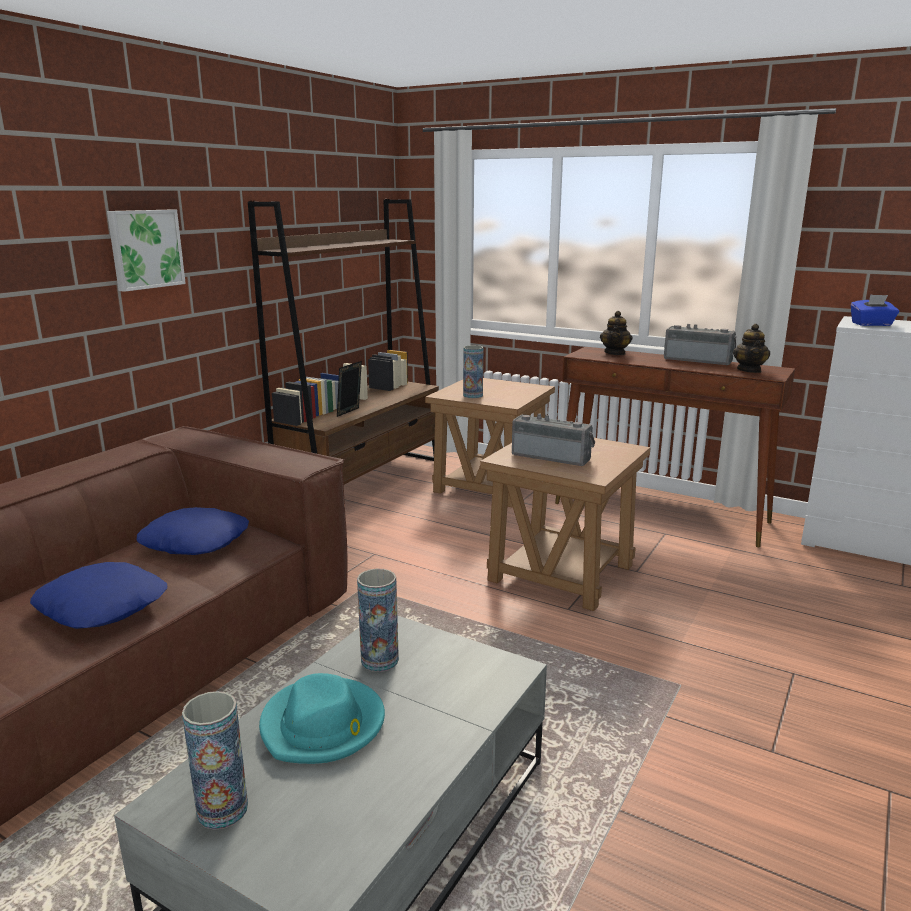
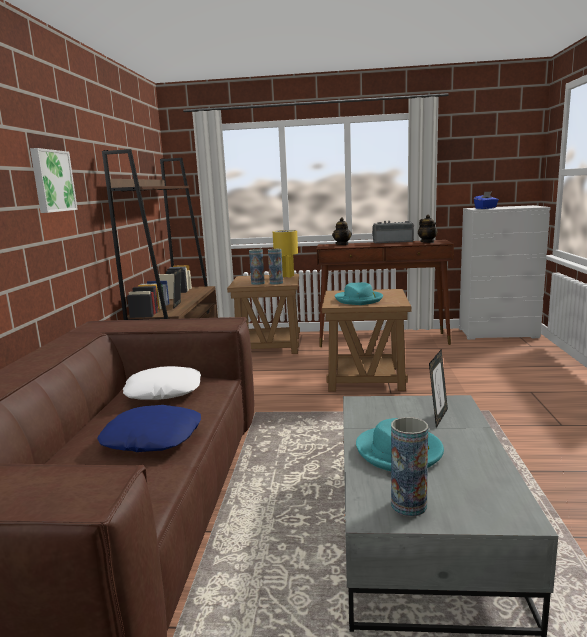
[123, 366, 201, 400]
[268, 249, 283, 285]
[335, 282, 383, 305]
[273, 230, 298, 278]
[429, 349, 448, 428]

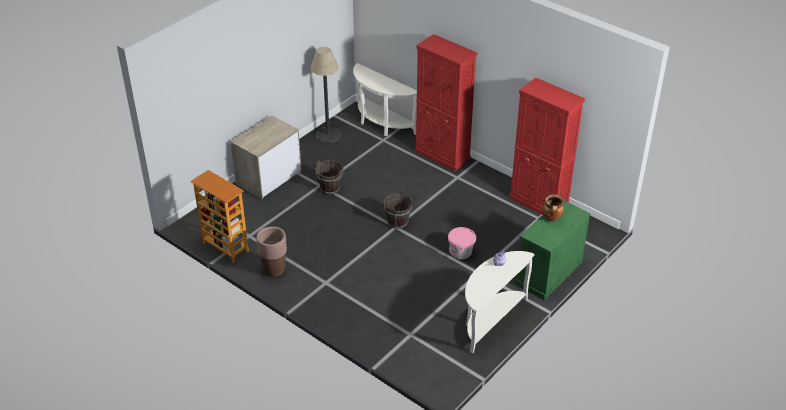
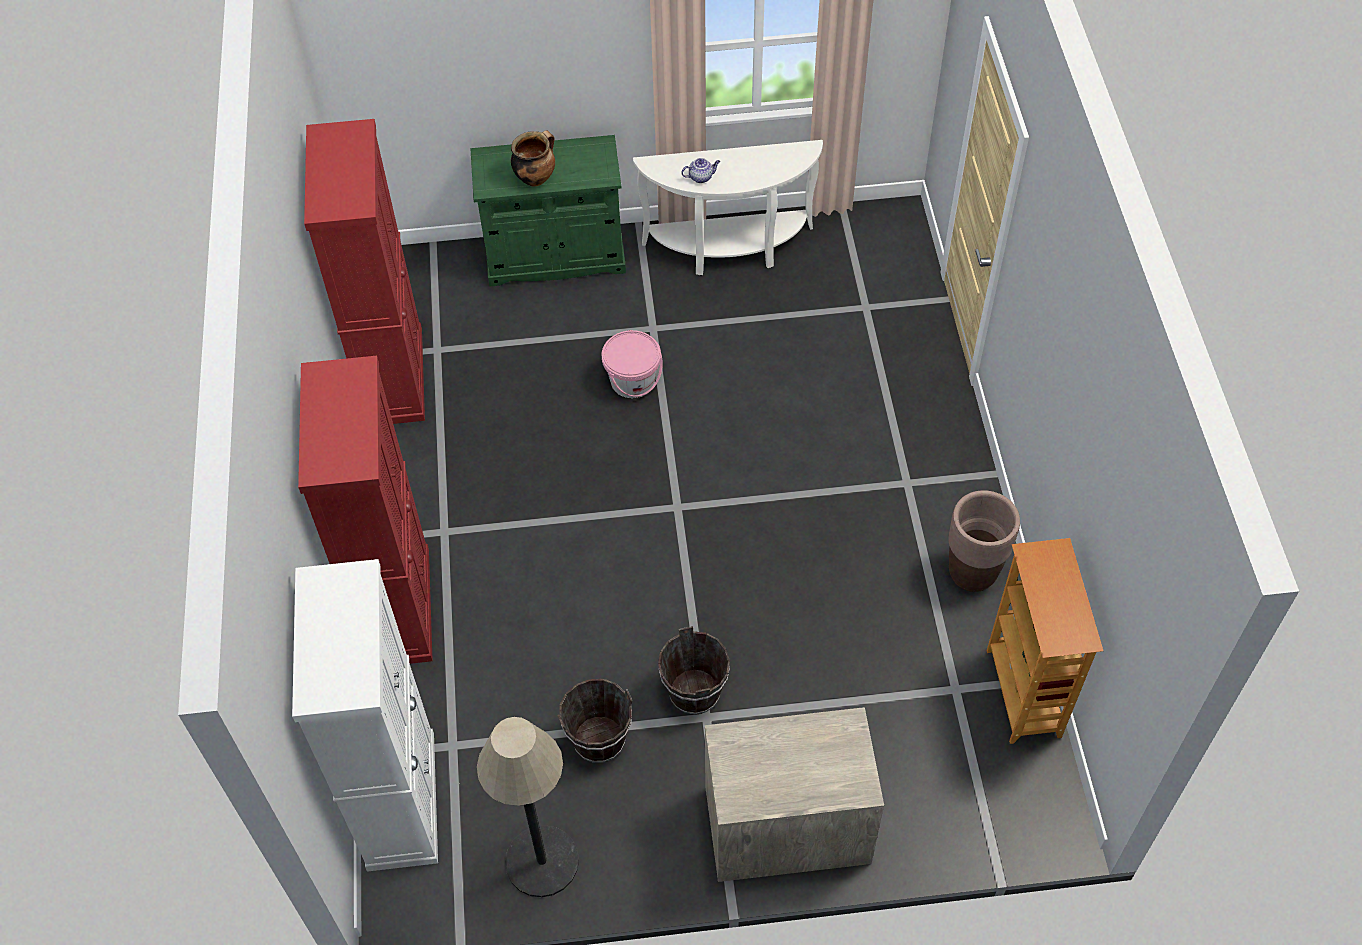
[292, 559, 438, 872]
[558, 679, 633, 763]

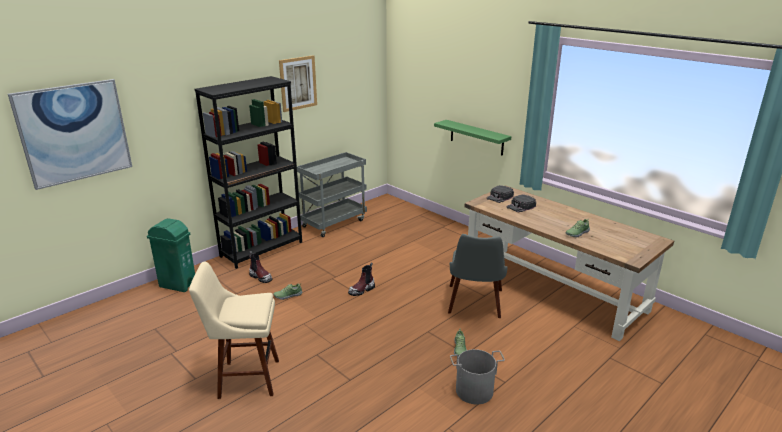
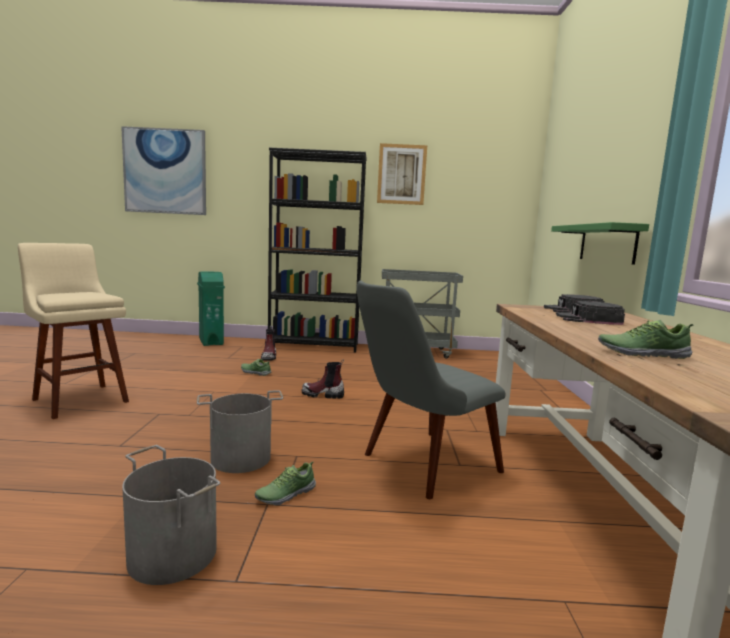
[197, 390, 283, 473]

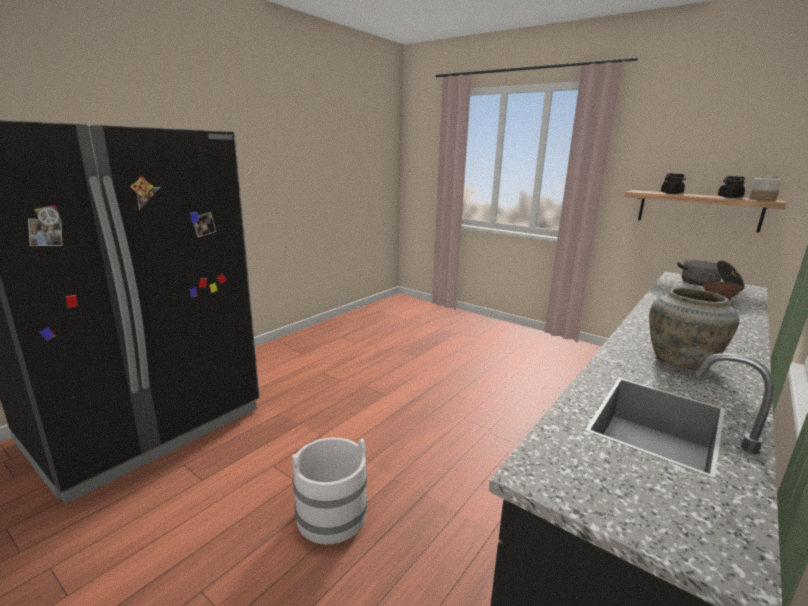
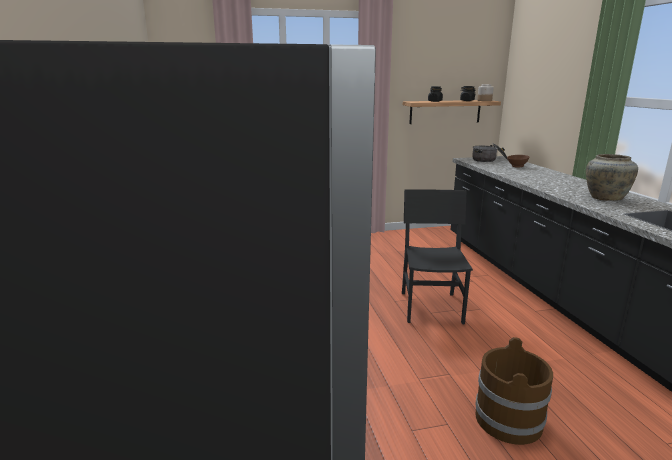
[475, 337, 553, 445]
[402, 189, 473, 324]

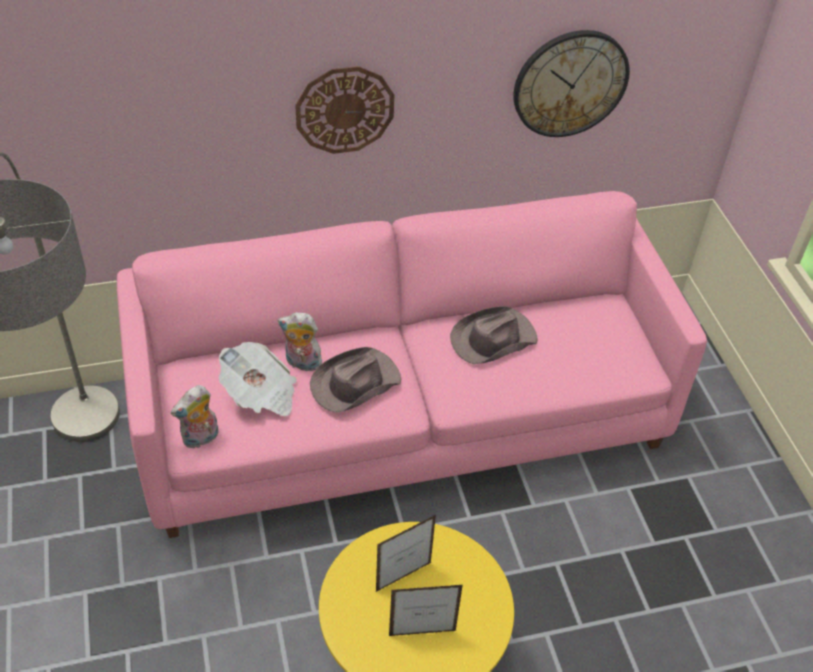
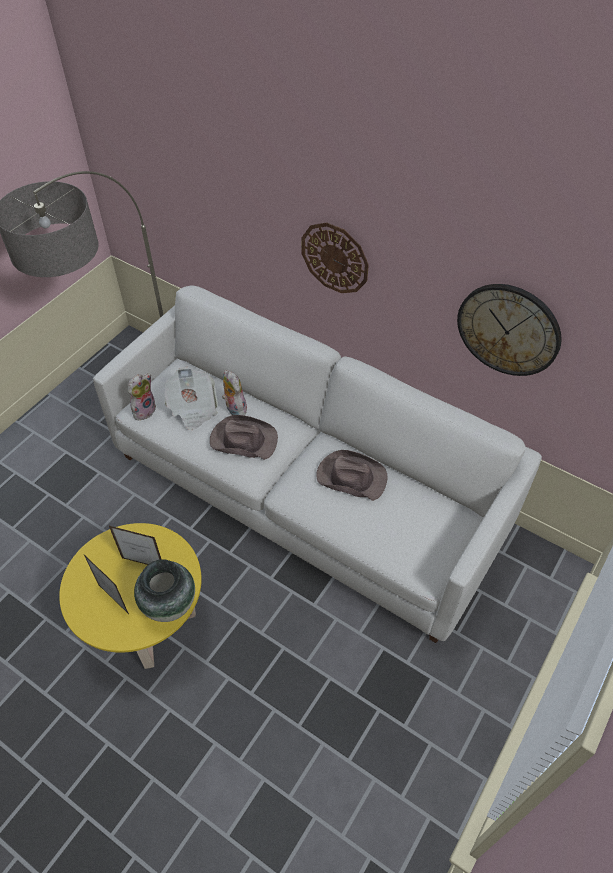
[93, 285, 542, 643]
[128, 374, 156, 420]
[134, 559, 195, 622]

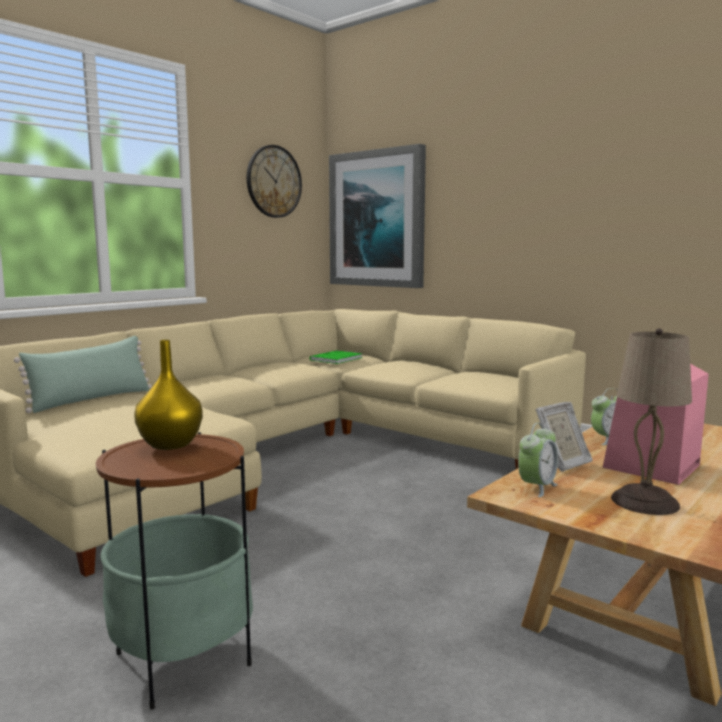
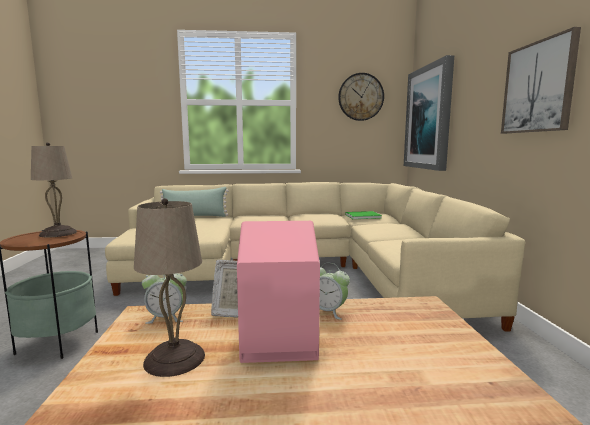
[31, 143, 77, 238]
[501, 27, 581, 133]

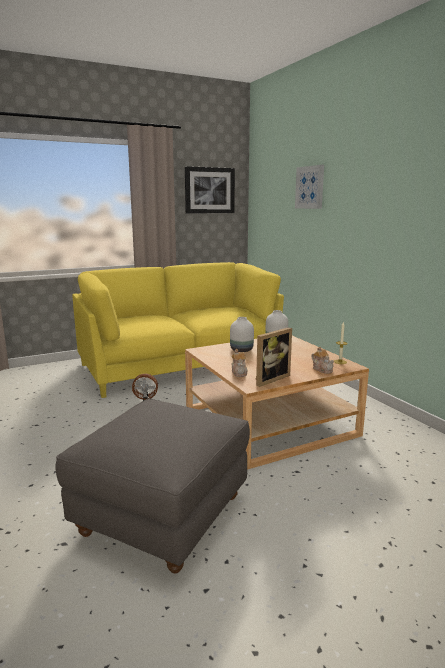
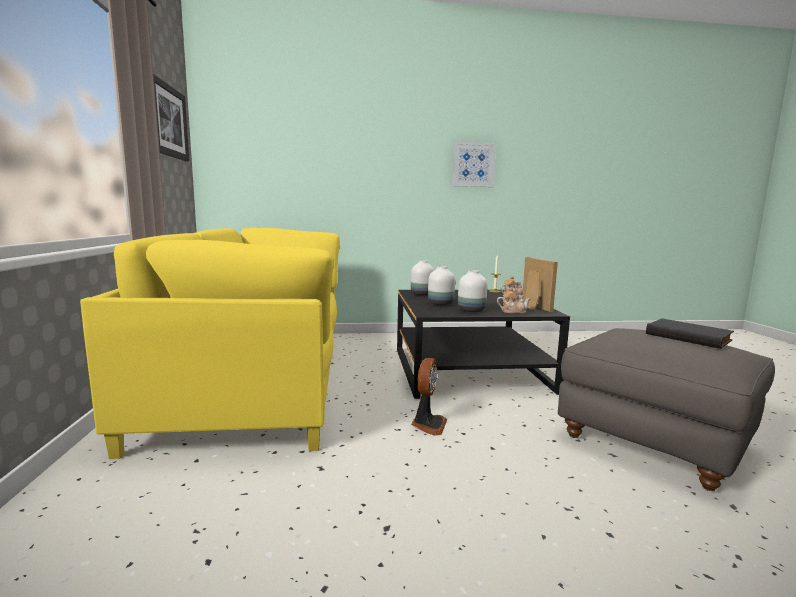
[397, 290, 570, 399]
[452, 142, 496, 187]
[458, 270, 488, 312]
[646, 318, 734, 349]

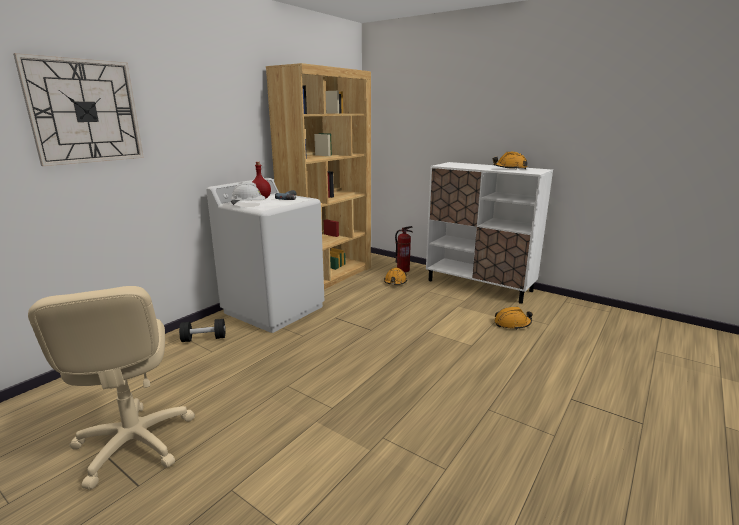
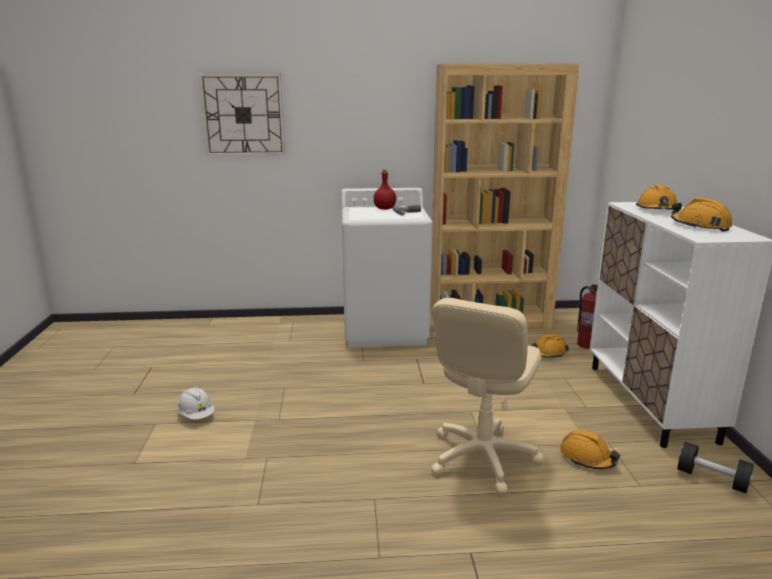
[431, 298, 544, 494]
[678, 442, 754, 493]
[177, 387, 215, 420]
[636, 185, 678, 210]

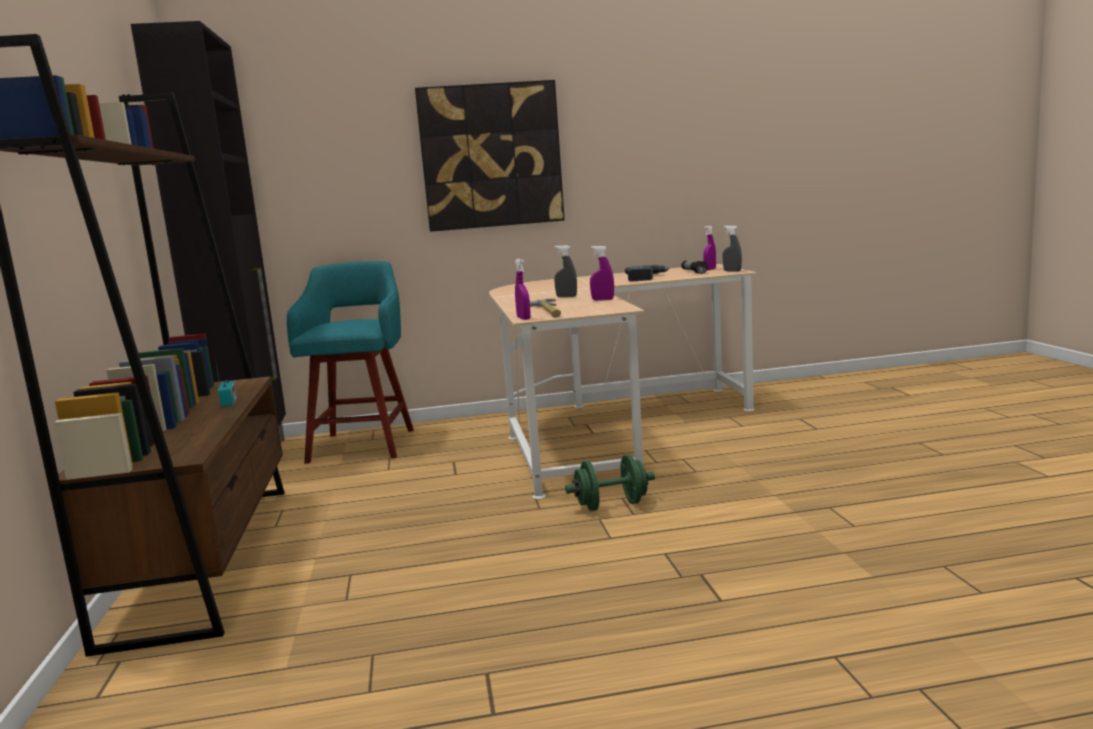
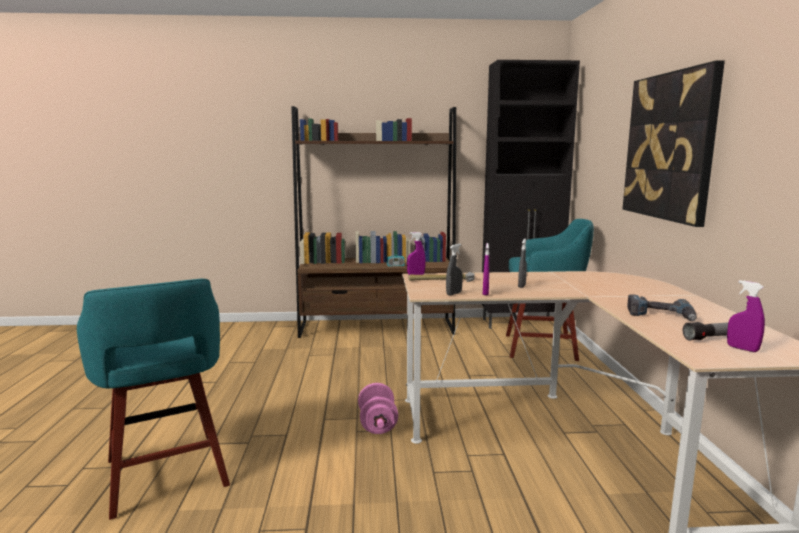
[358, 383, 398, 434]
[446, 244, 463, 296]
[77, 279, 230, 520]

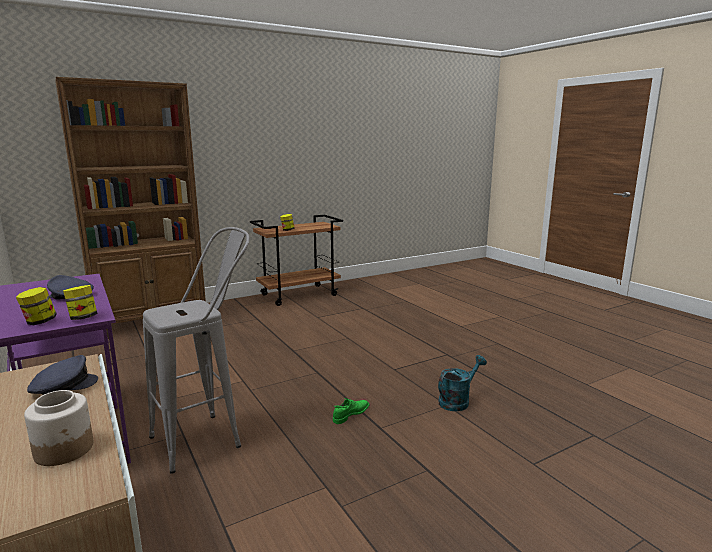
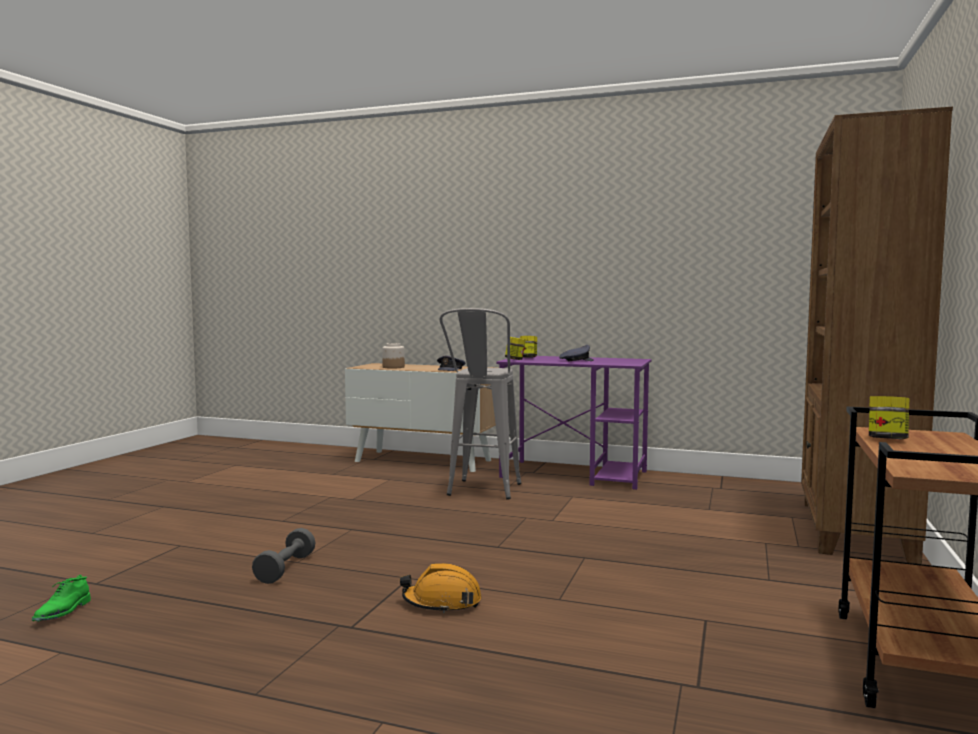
[32, 575, 91, 622]
[252, 528, 315, 584]
[400, 563, 481, 614]

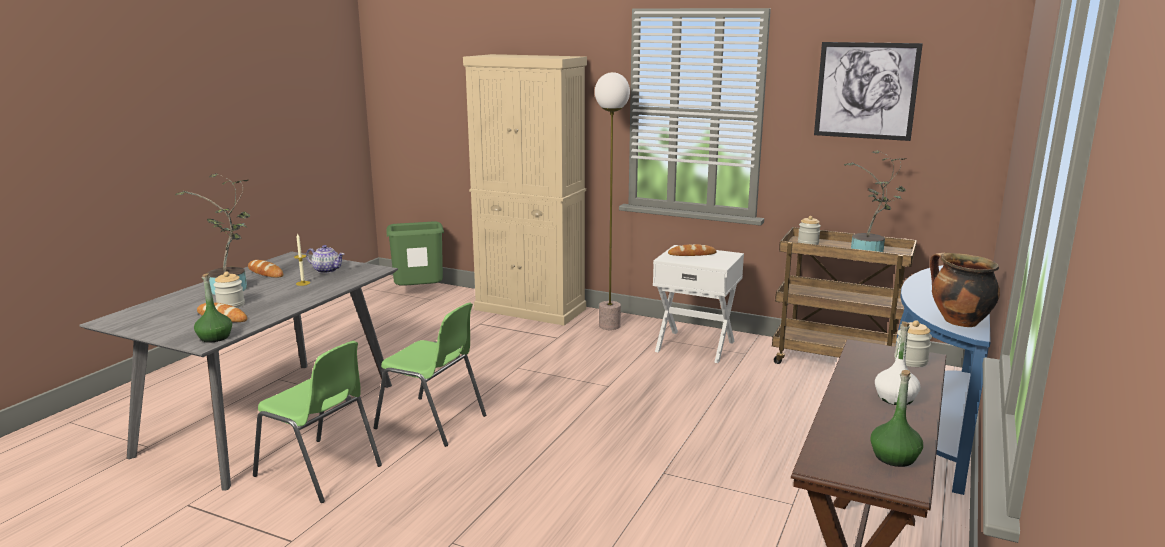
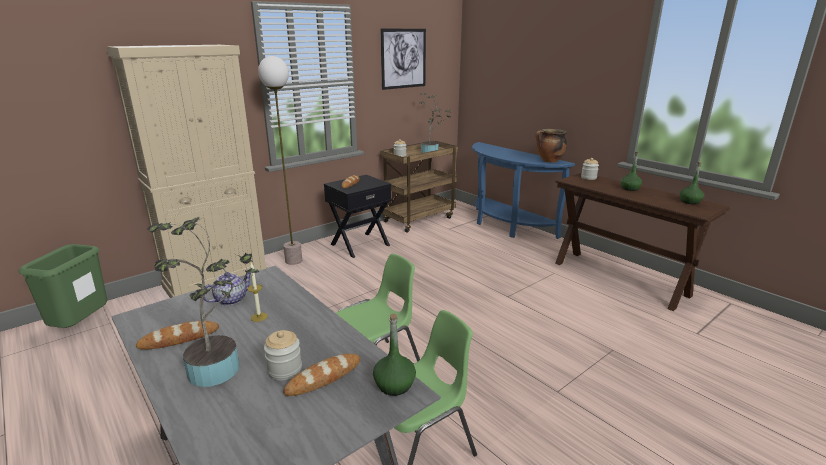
[324, 175, 392, 258]
[621, 152, 642, 191]

